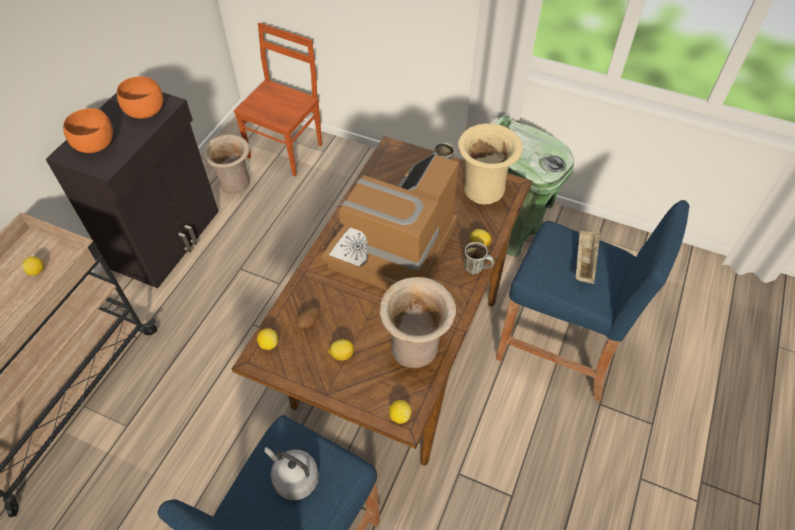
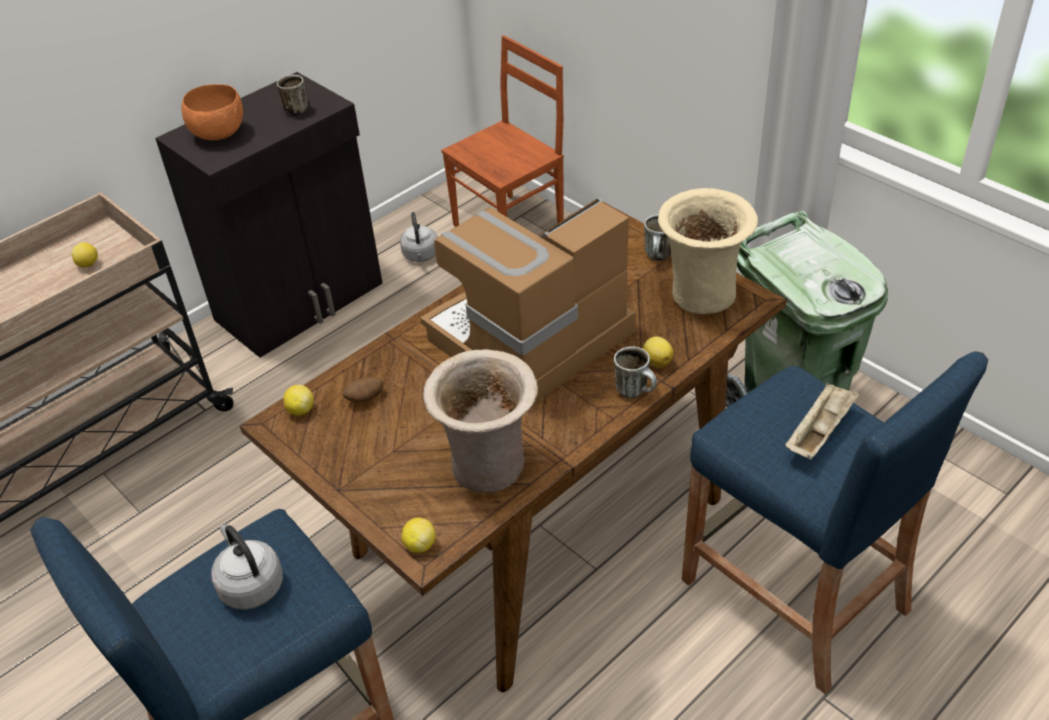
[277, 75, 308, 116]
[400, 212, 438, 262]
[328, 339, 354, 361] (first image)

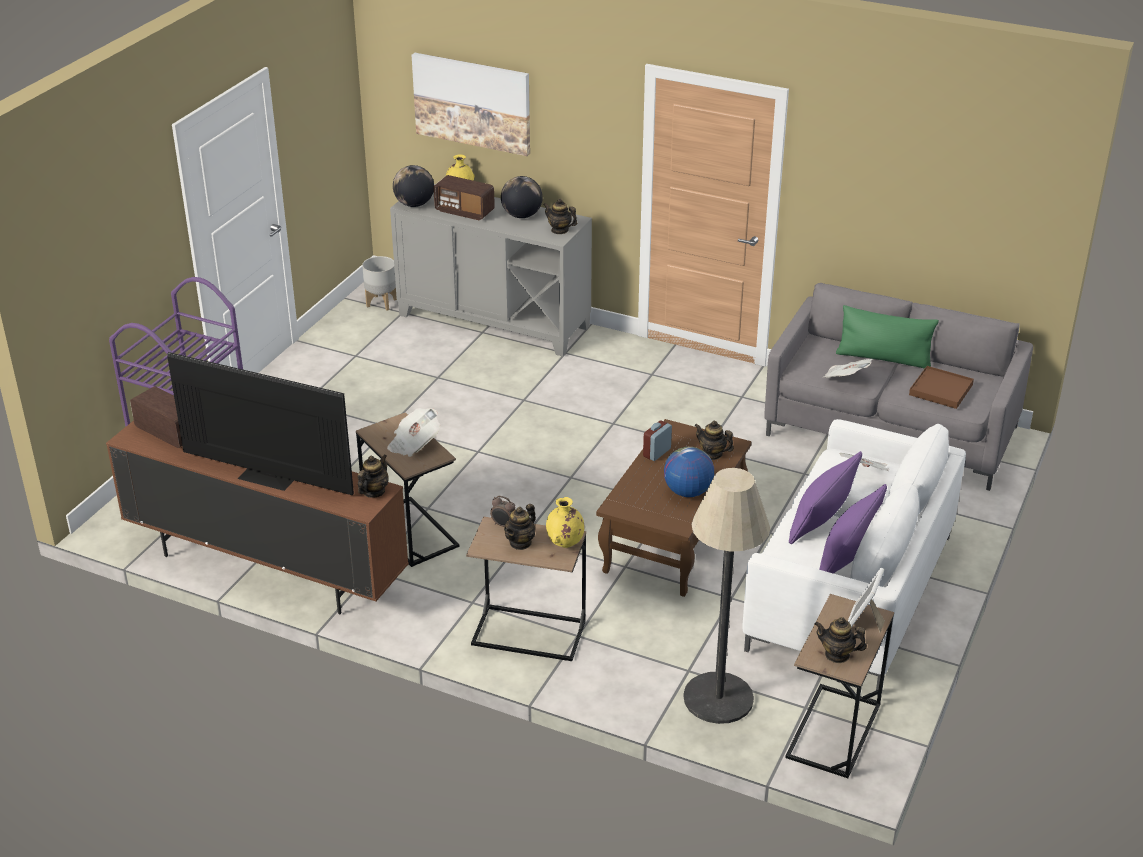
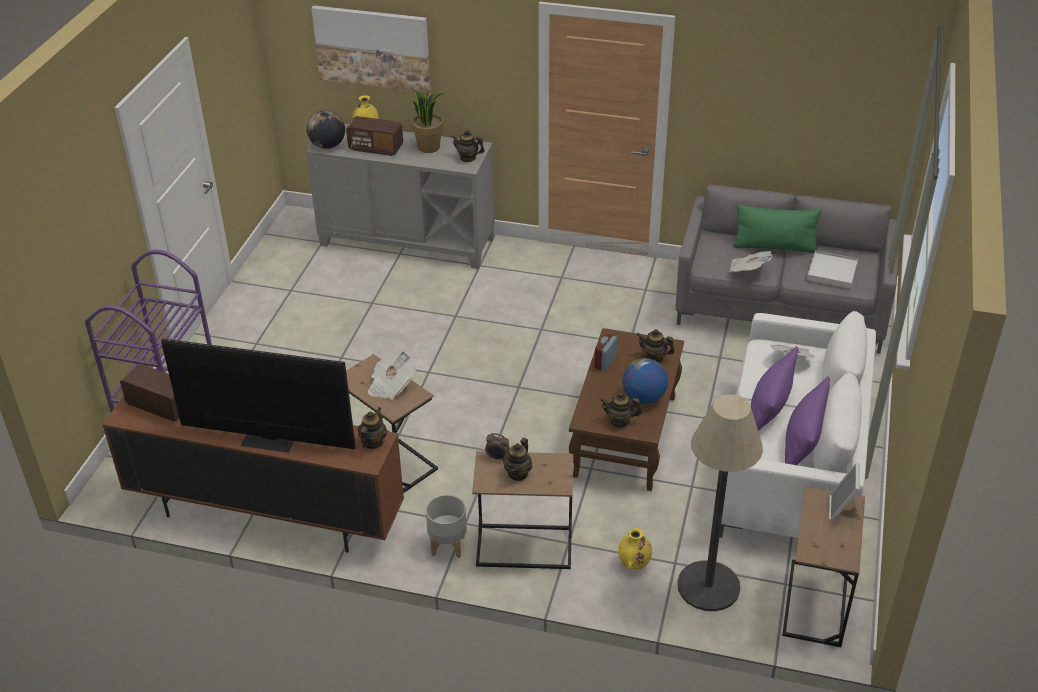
[426, 495, 467, 558]
[412, 89, 445, 153]
[618, 528, 652, 570]
[600, 392, 642, 428]
[807, 251, 858, 288]

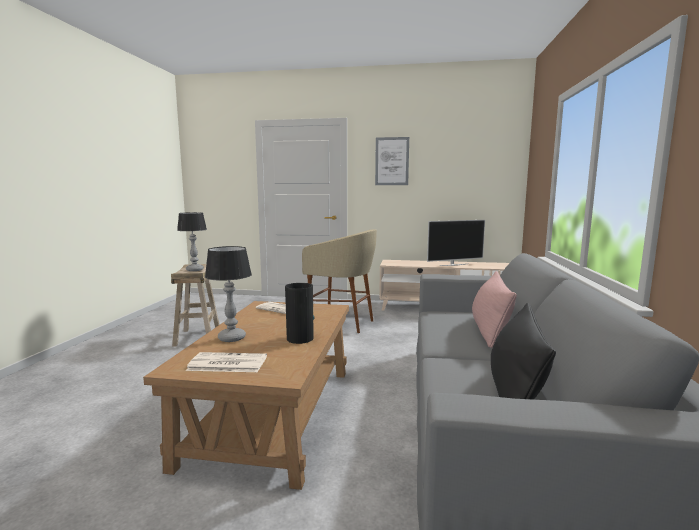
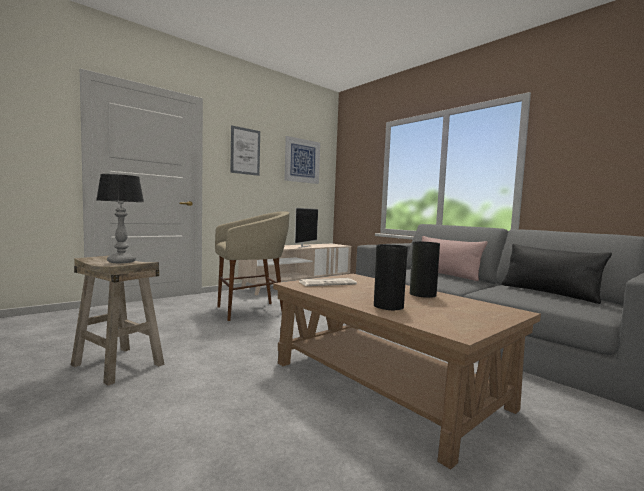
[186, 352, 267, 372] (first image)
[374, 244, 408, 310]
[284, 136, 320, 184]

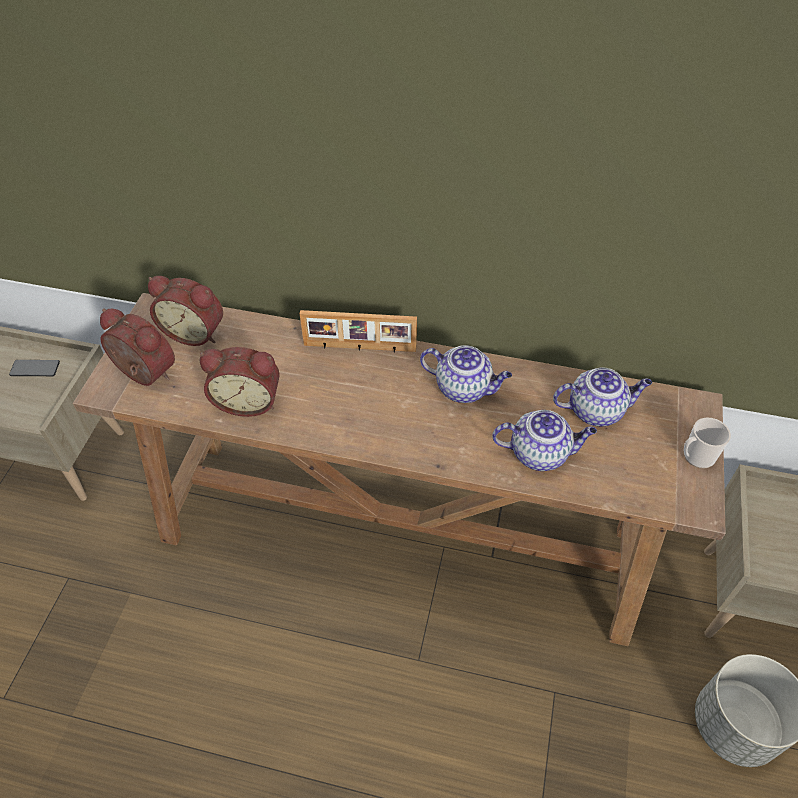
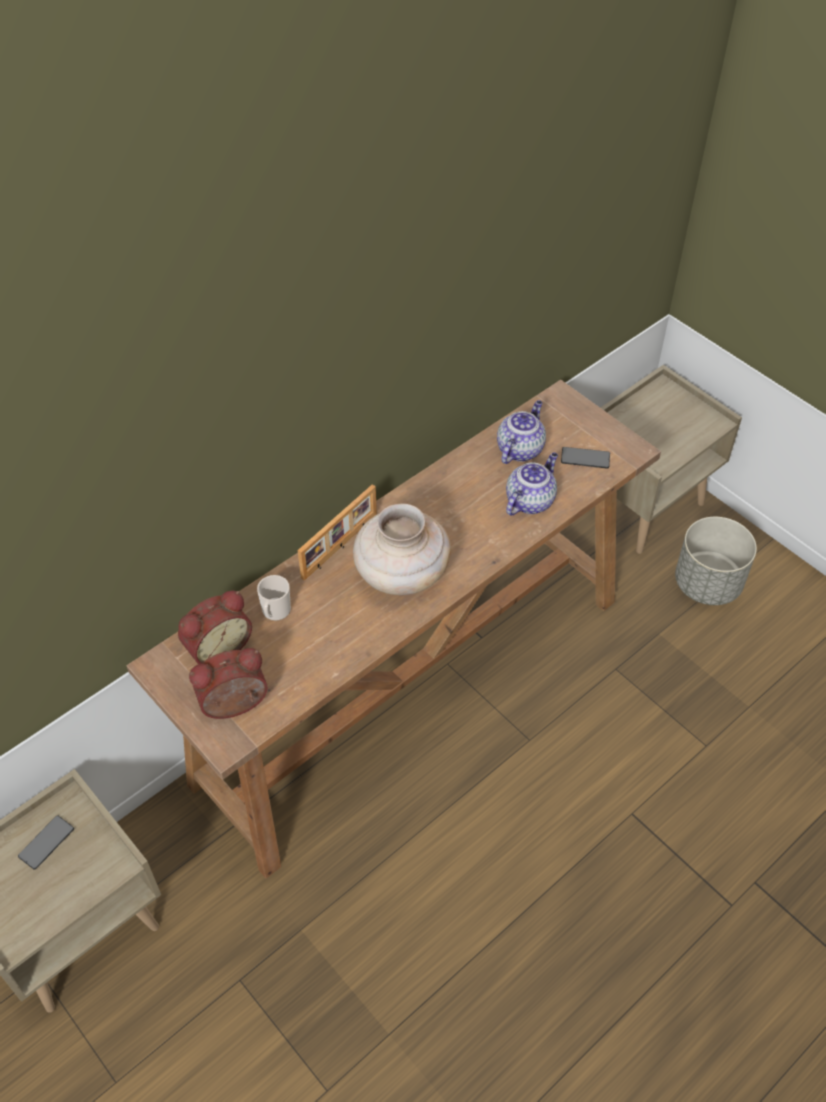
[200, 347, 280, 417] (first image)
[420, 345, 512, 403] (first image)
[257, 575, 291, 621]
[353, 503, 451, 595]
[561, 447, 610, 469]

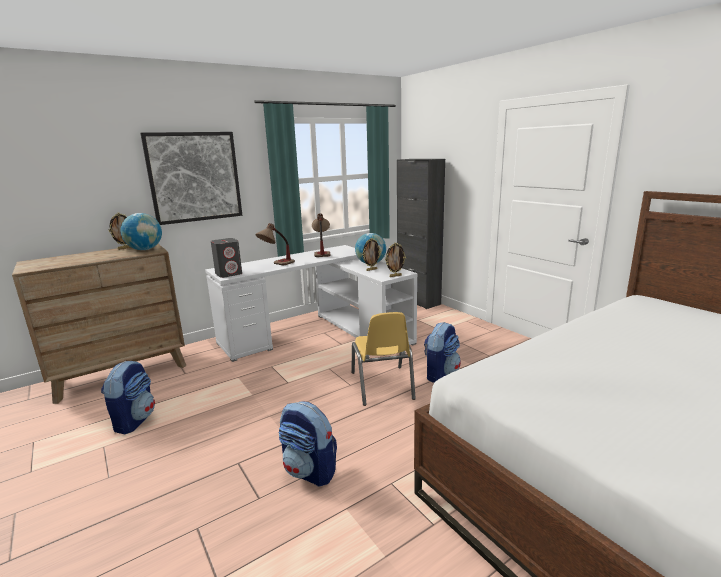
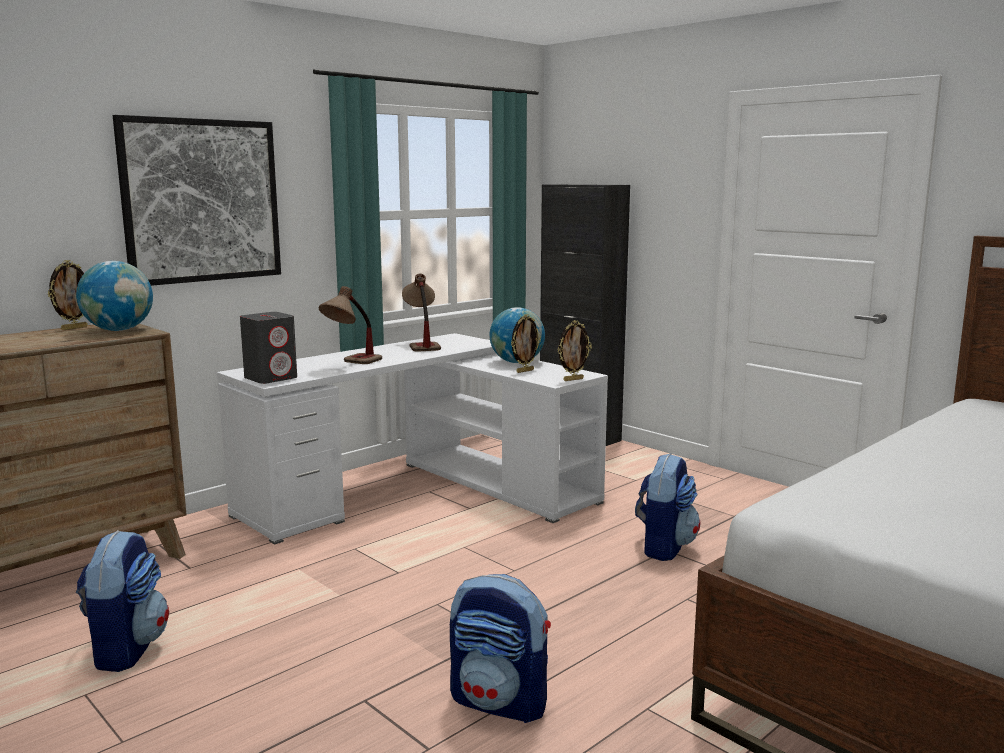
[351, 312, 416, 406] (first image)

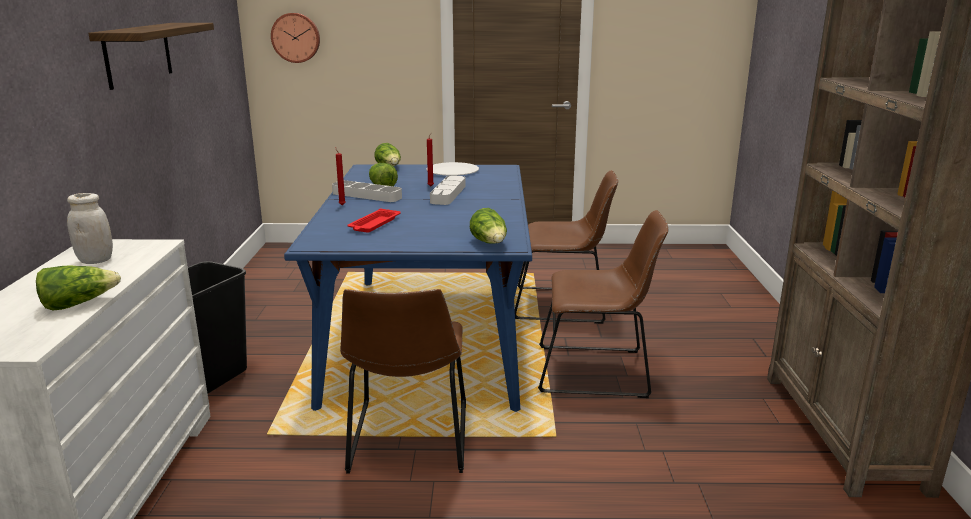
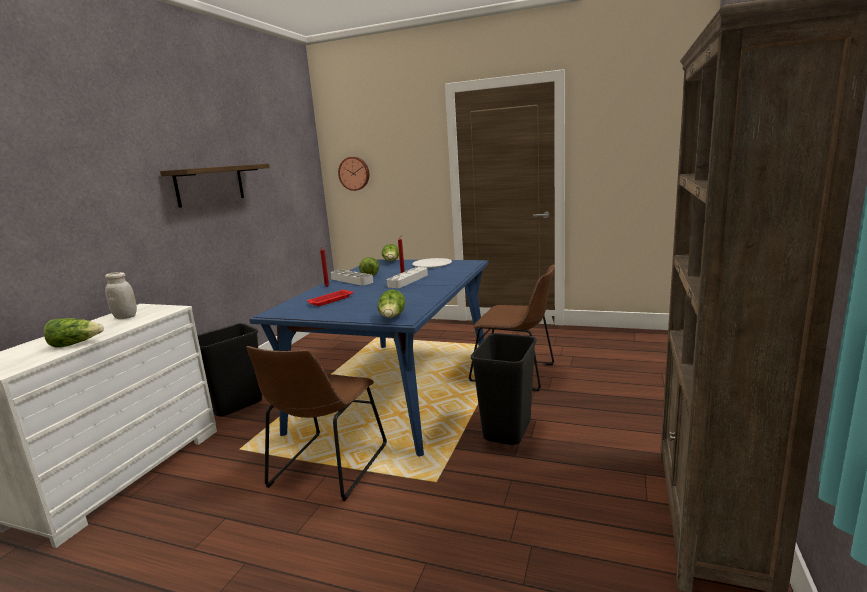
[471, 333, 537, 445]

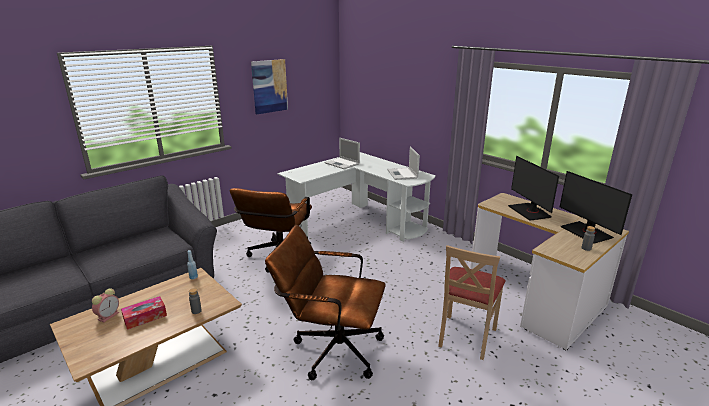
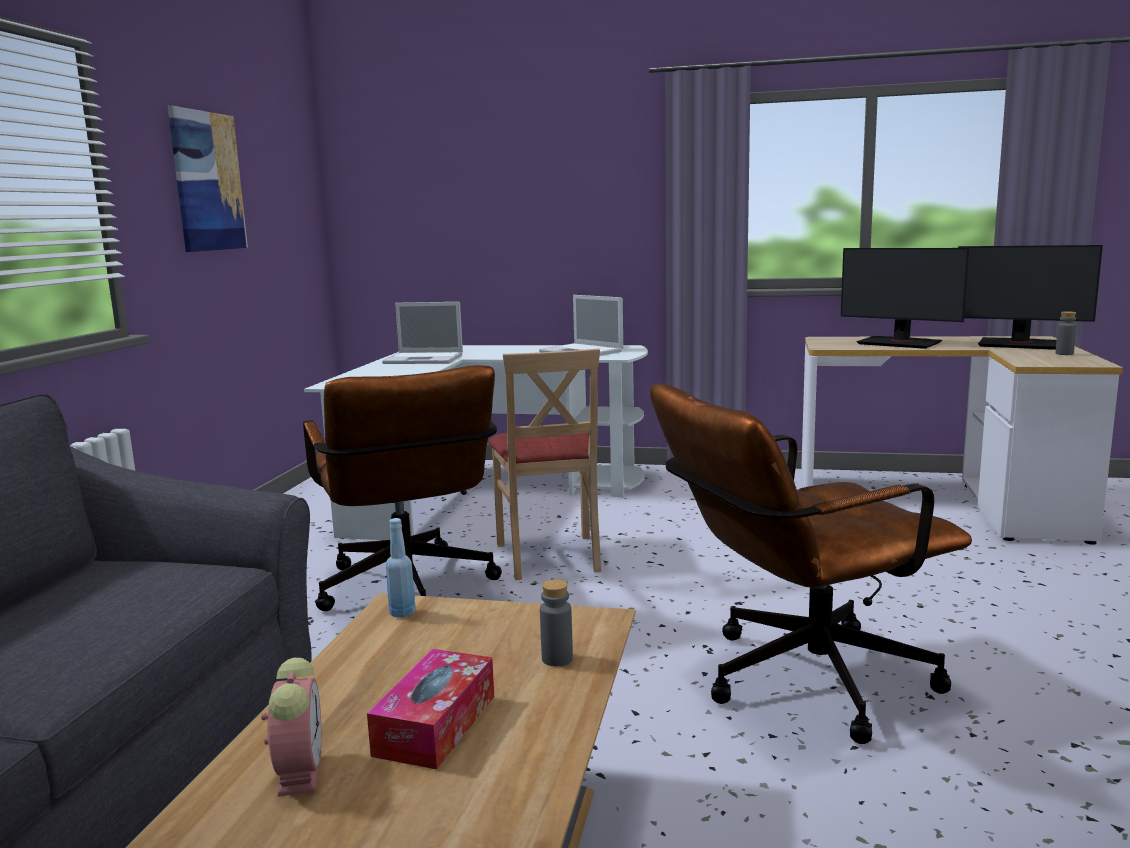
[489, 349, 601, 580]

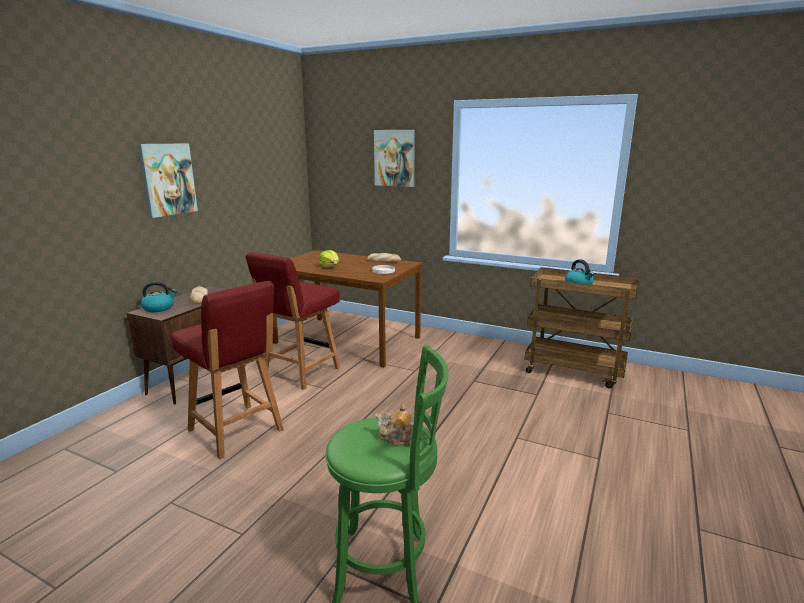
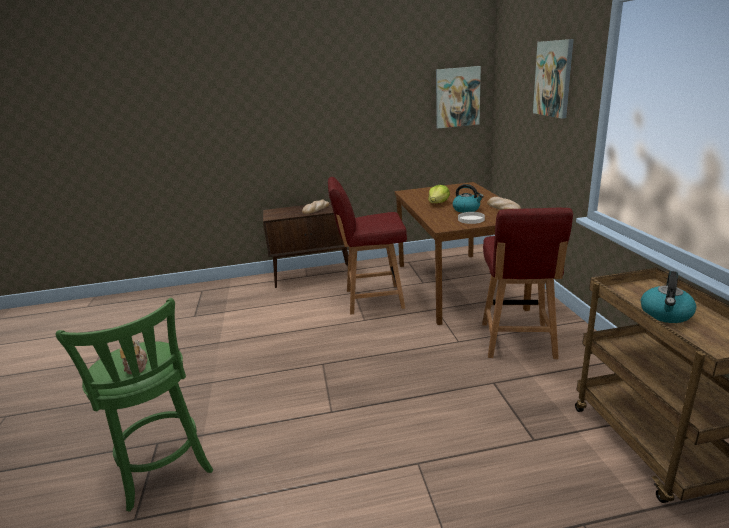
[436, 66, 481, 128]
[453, 184, 484, 213]
[482, 208, 573, 359]

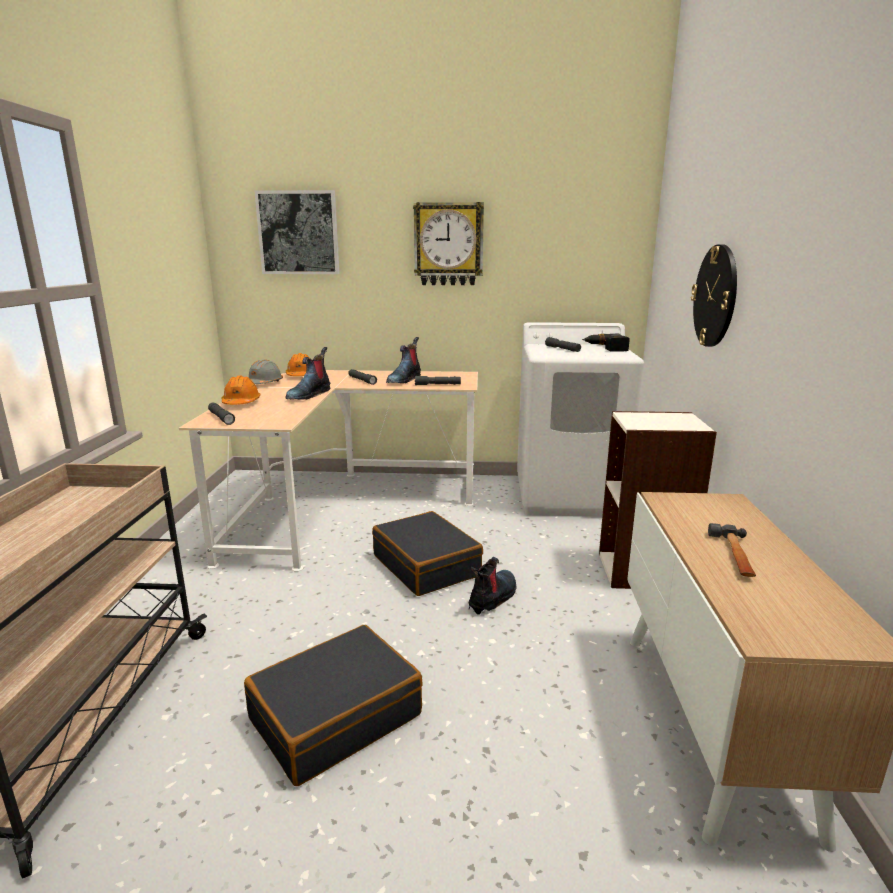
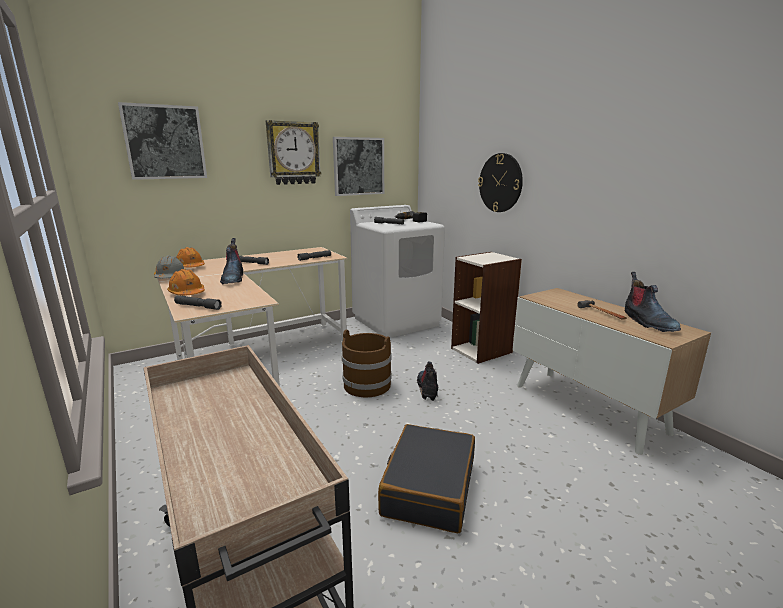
[342, 330, 392, 397]
[625, 272, 681, 332]
[333, 137, 384, 196]

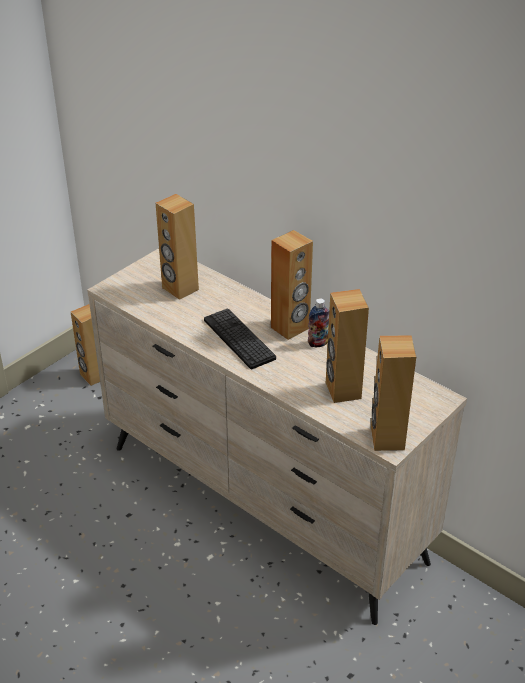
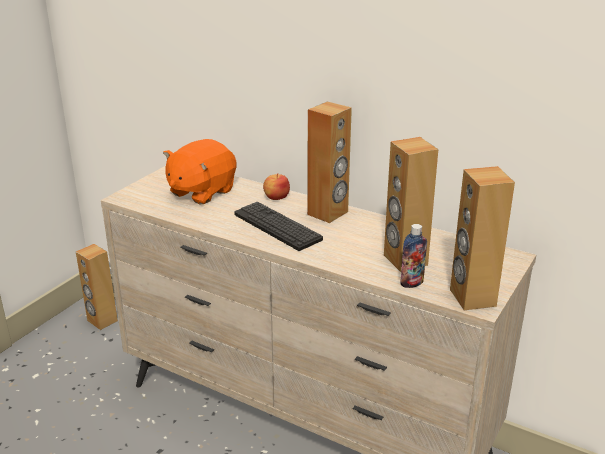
[163, 139, 236, 204]
[400, 224, 427, 288]
[263, 173, 290, 200]

